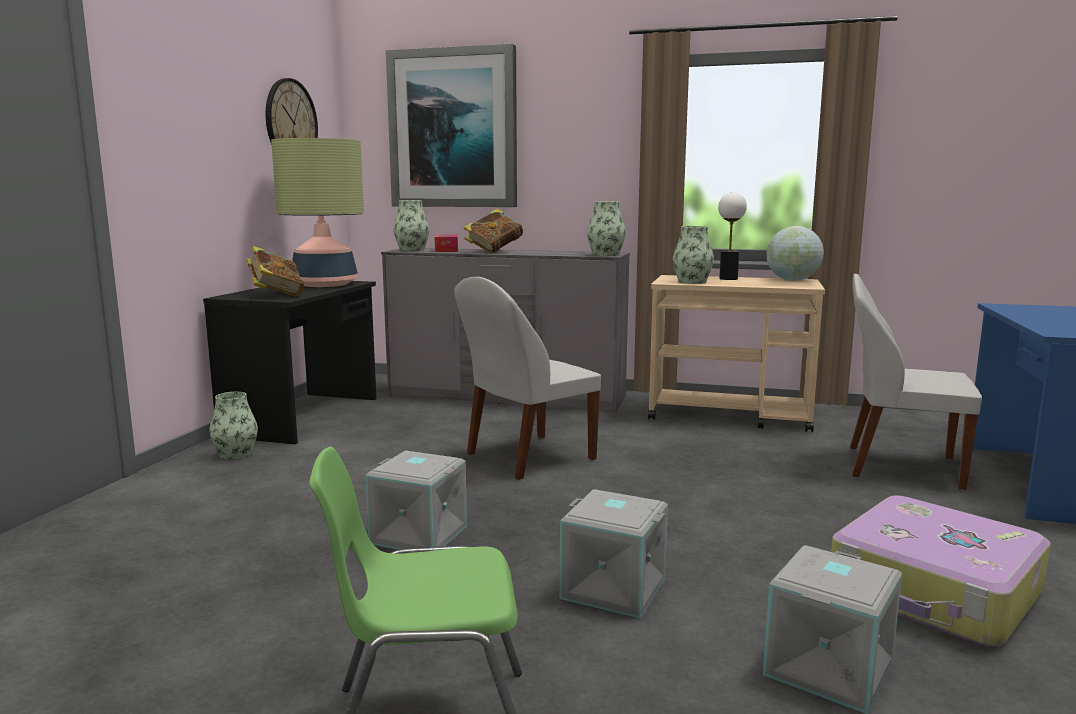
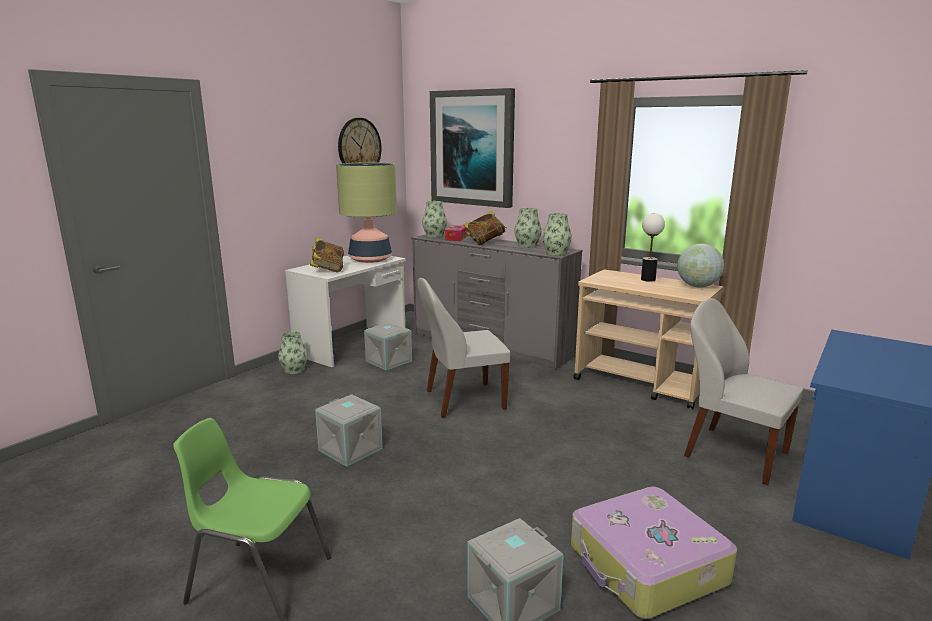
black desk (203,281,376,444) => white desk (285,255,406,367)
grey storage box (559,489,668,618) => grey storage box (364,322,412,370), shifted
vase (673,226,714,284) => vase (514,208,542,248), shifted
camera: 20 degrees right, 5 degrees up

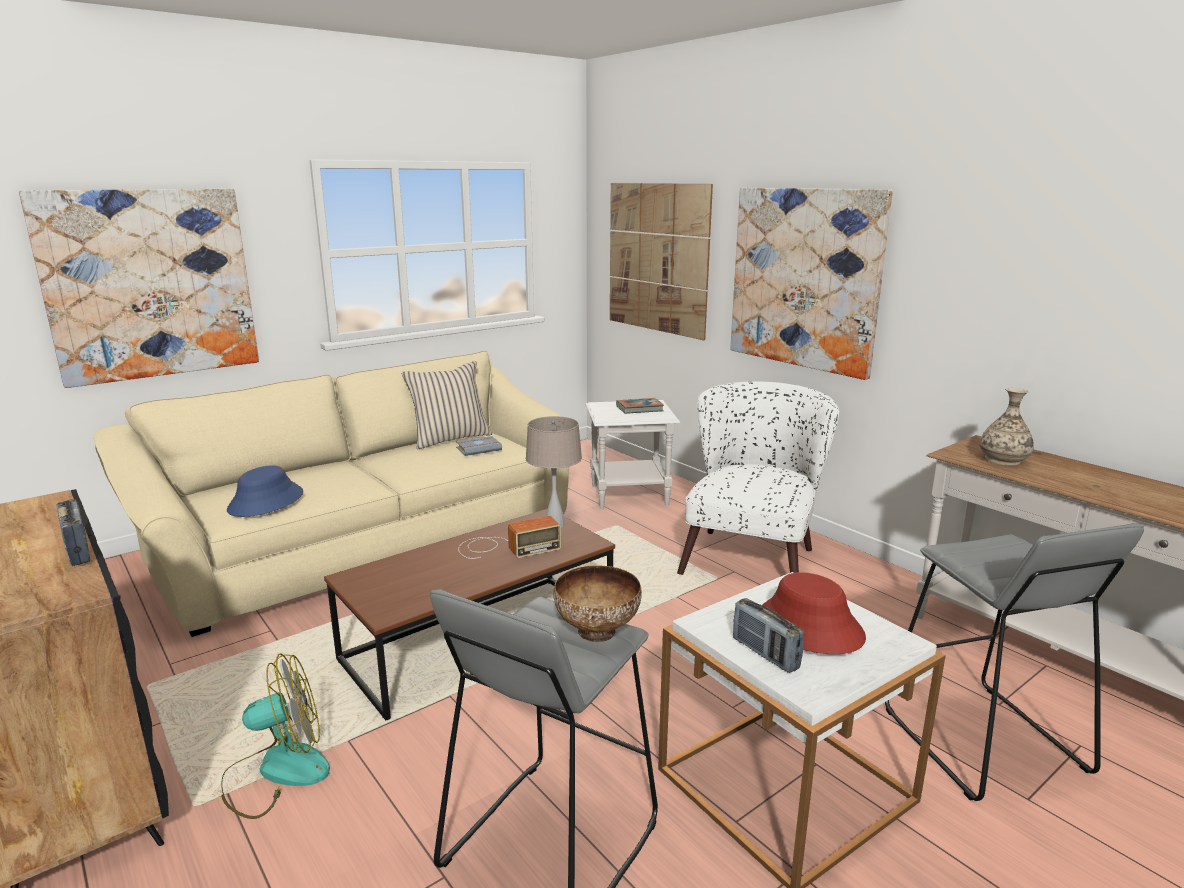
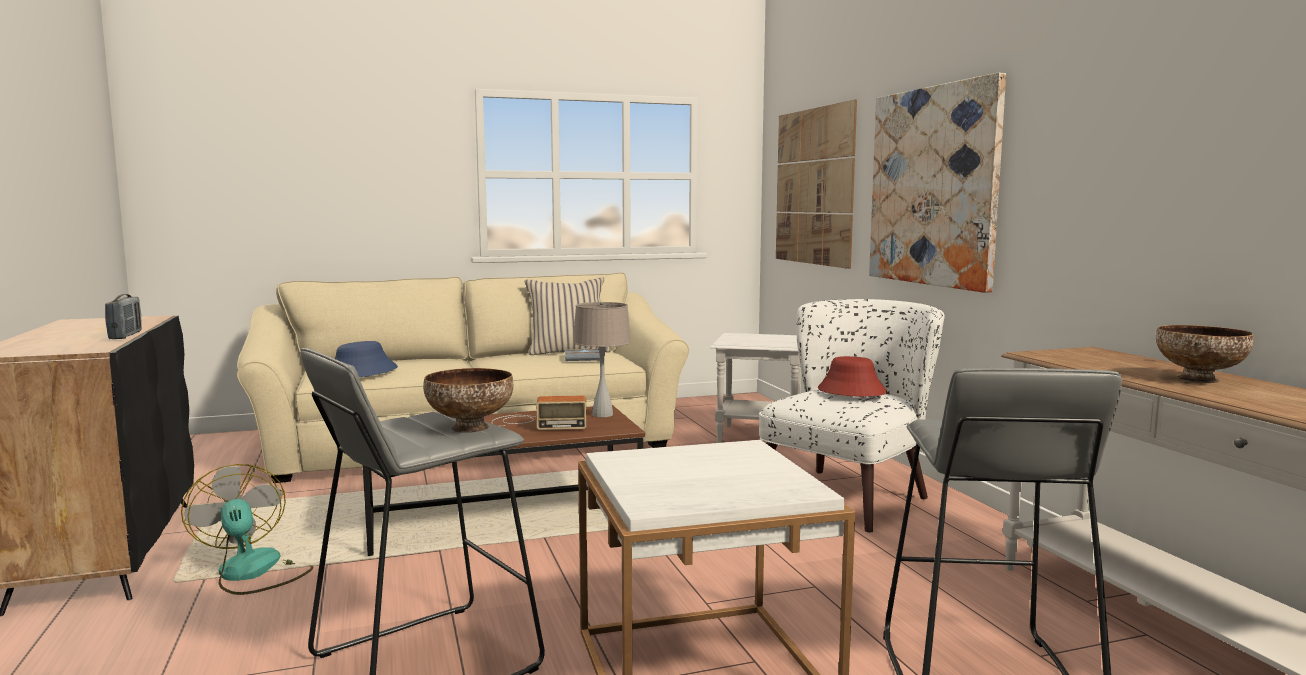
picture (19,189,259,388) => nothing
fan (221,653,330,819) => fan (181,464,314,595), 120 degrees counterclockwise
book (616,398,664,414) => nothing
radio (733,598,804,673) => nothing
red hat (762,572,866,654) => red hat (818,356,887,397), shifted
vase (980,388,1034,466) => nothing
nothing => bowl (1156,325,1254,383)
camera: 20 degrees right, 10 degrees down

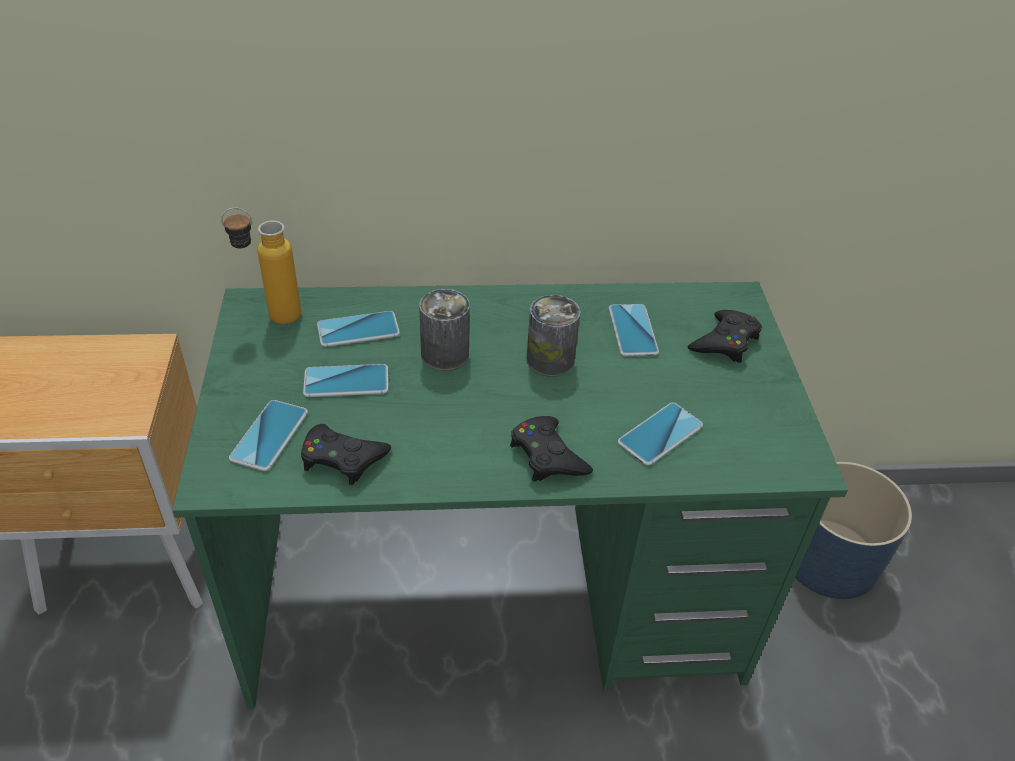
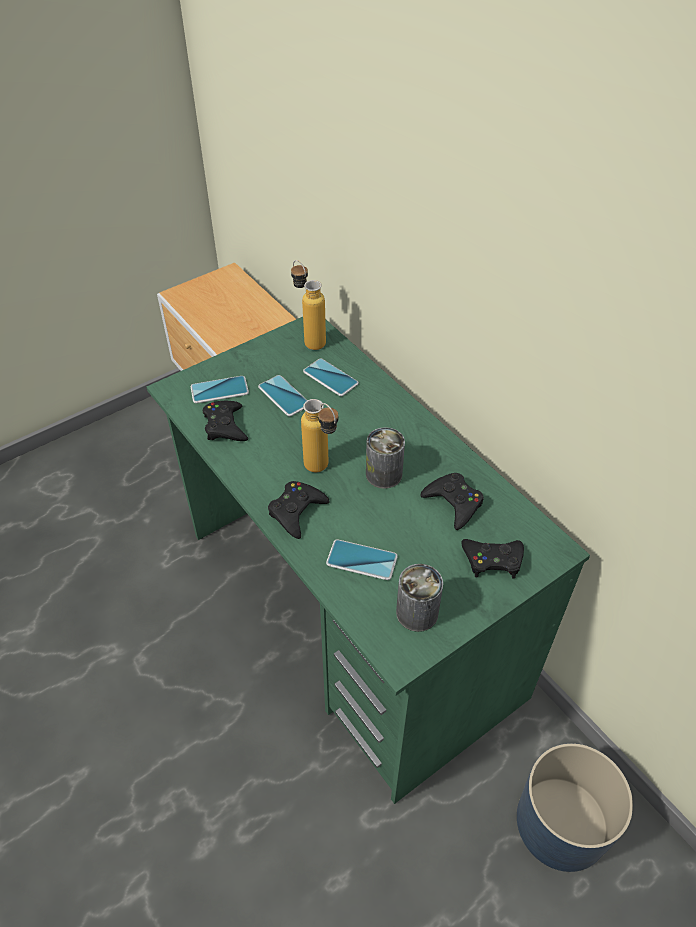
can (419,289,470,371) => can (396,564,443,632), shifted
phone (609,304,659,356) => black game controller (421,473,484,530)
nothing => bottle (301,399,338,472)
camera: 60 degrees right, 5 degrees up

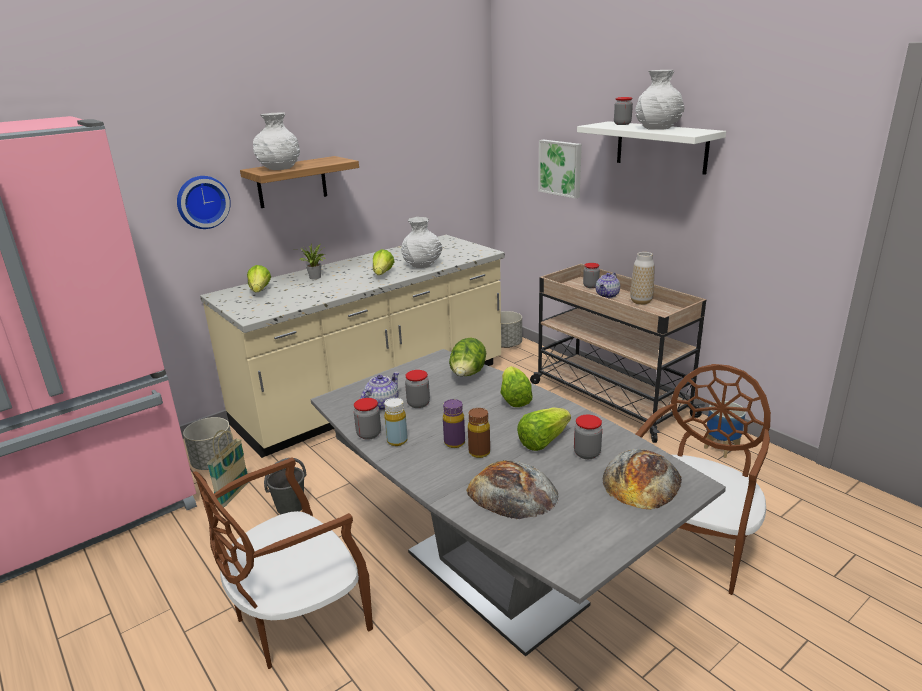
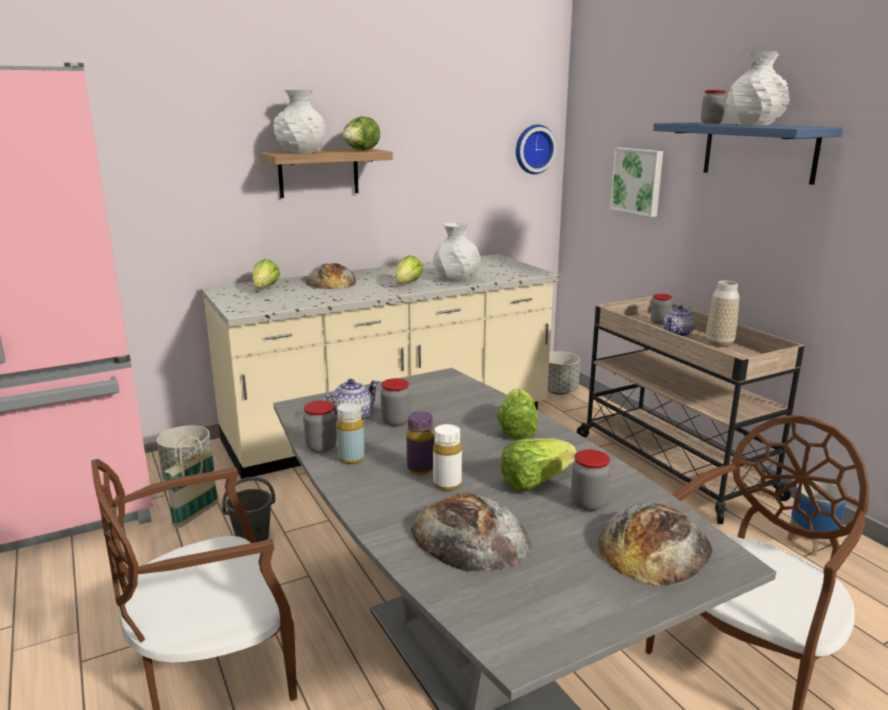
wall clock (177,176,231,229) => wall clock (516,124,557,174), shifted
potted plant (298,243,326,279) => bread (306,263,356,289)
lettuce (449,337,486,376) => lettuce (342,116,380,151), shifted
brown bottle (468,408,490,458) => white bottle (433,424,462,491)
white shelf (577,121,726,175) => blue shelf (653,122,843,185)
camera: 10 degrees right, 5 degrees down

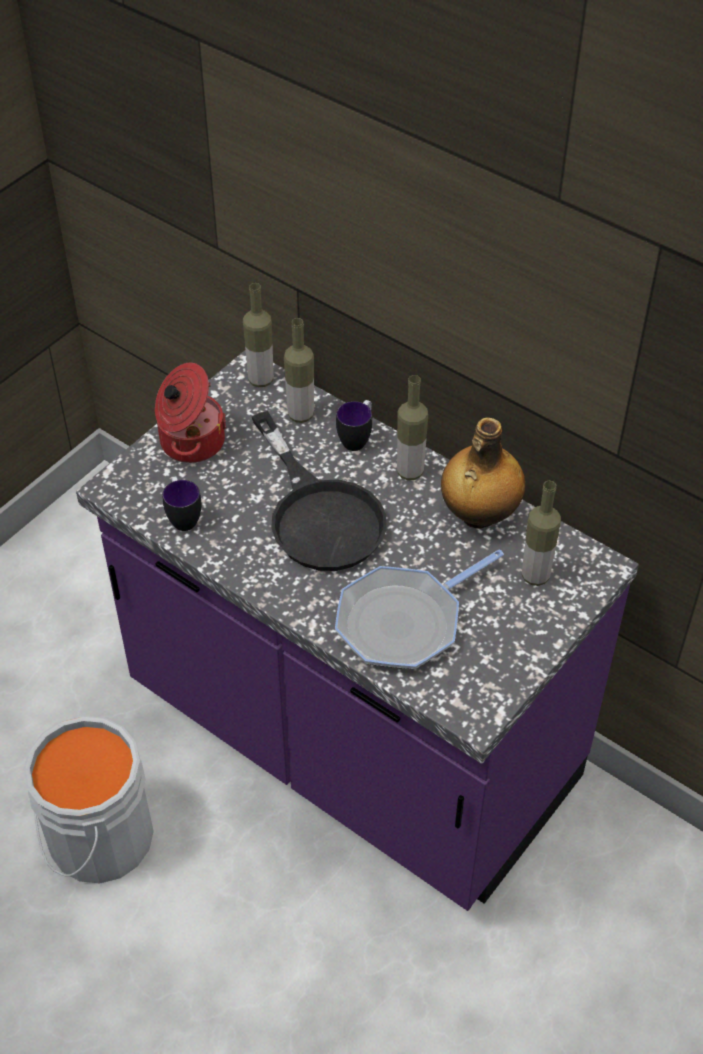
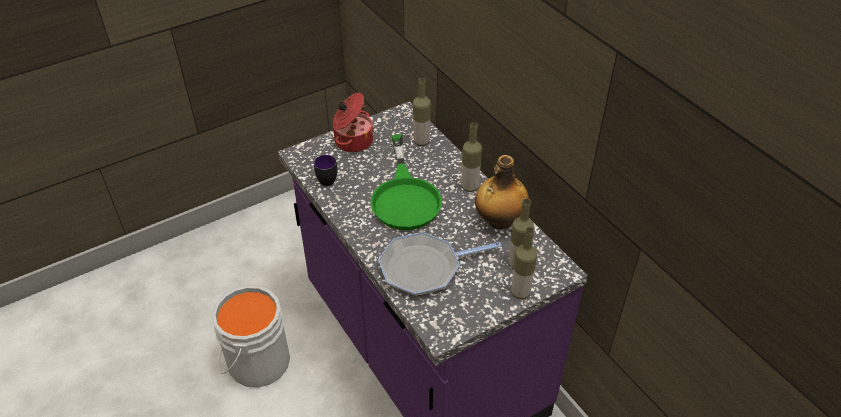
bottle (243,283,274,387) => bottle (511,227,538,299), shifted
black frying pan (252,411,387,571) => green frying pan (370,134,442,230)
mug (336,400,372,451) => nothing
camera: 20 degrees right, 5 degrees down

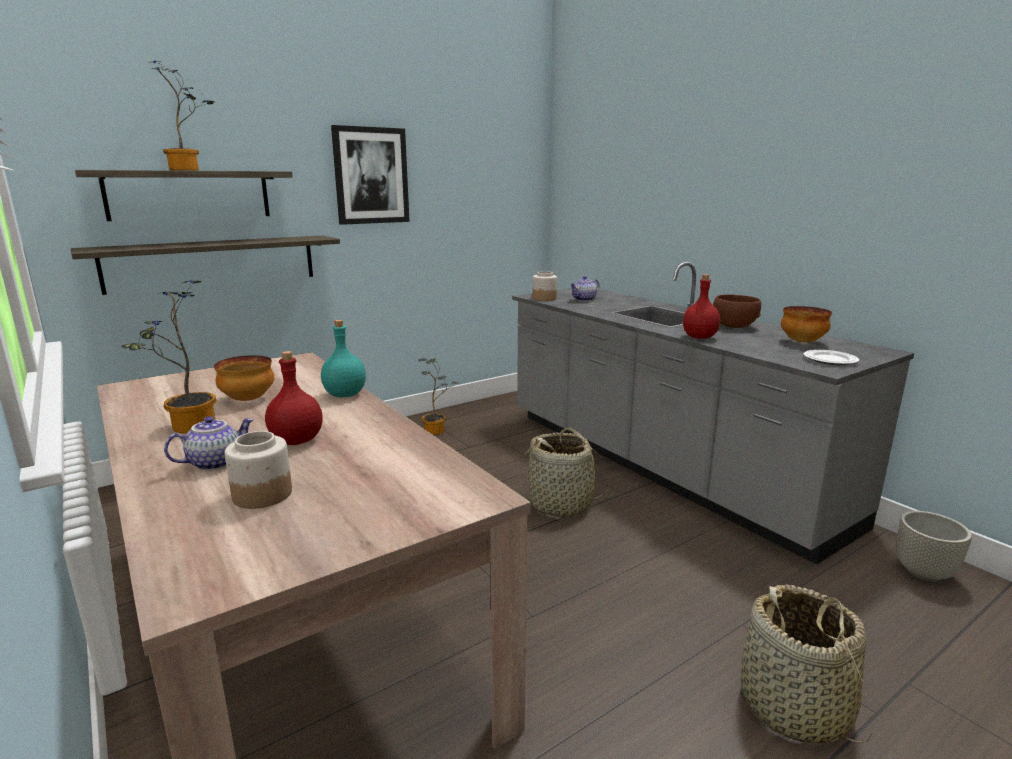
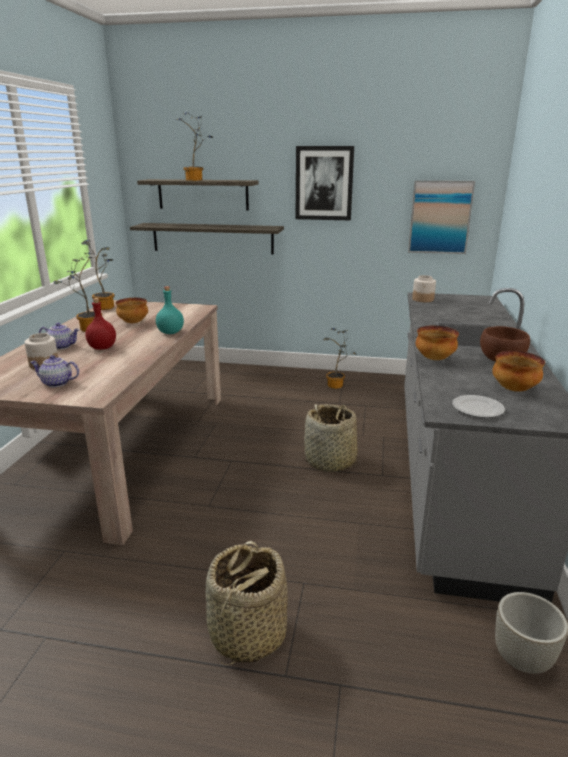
teapot (570,276,600,301) => teapot (30,355,79,387), shifted
red bottle (683,274,721,339) => bowl (416,325,459,360)
nothing => potted plant (81,240,115,310)
nothing => picture (408,180,475,254)
camera: 45 degrees right, 5 degrees up

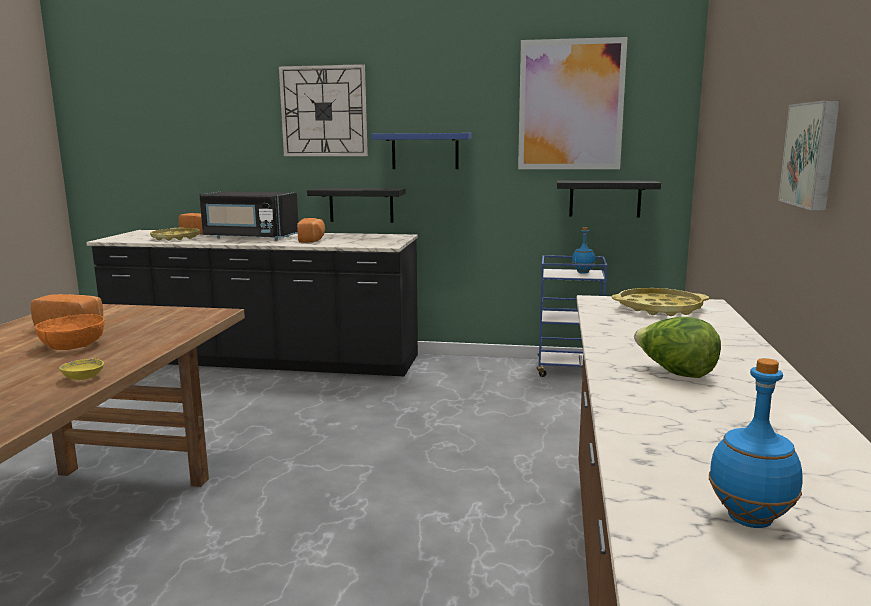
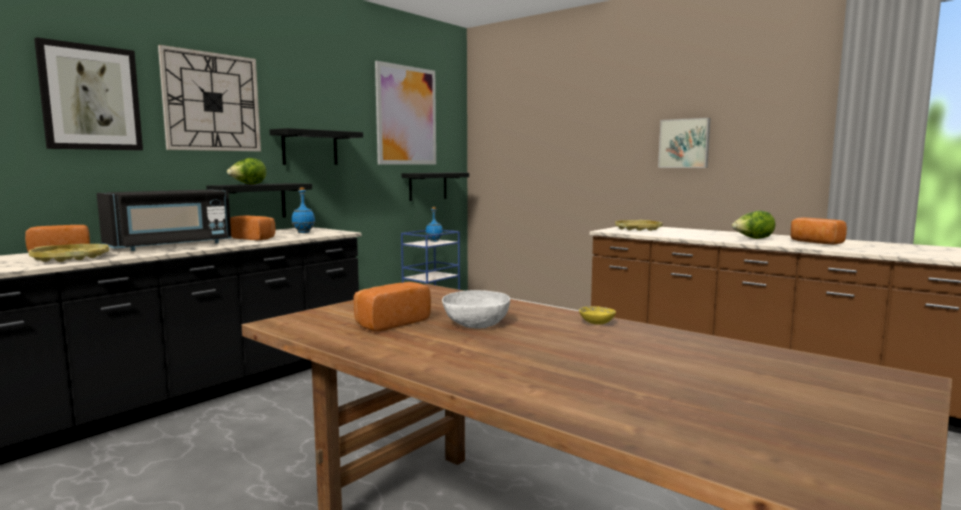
orange bowl (35,314,105,350) => white bowl (442,290,510,329)
blue shelf (371,133,472,169) => black shelf (270,128,363,165)
blue bottle (709,358,803,528) => blue bottle (292,187,315,233), shifted
nothing => picture (34,37,143,150)
nothing => lettuce (227,158,266,184)
nothing => bread (791,218,847,244)
camera: 60 degrees left, 5 degrees down

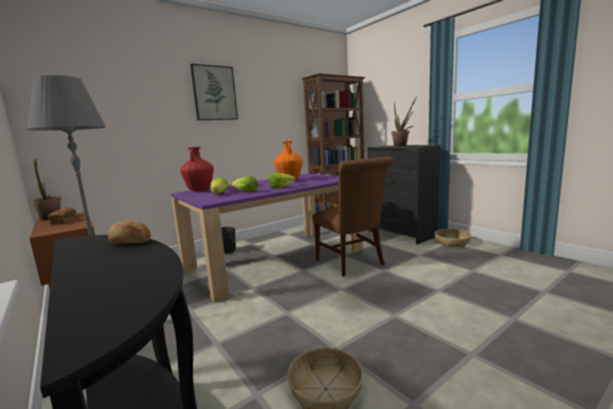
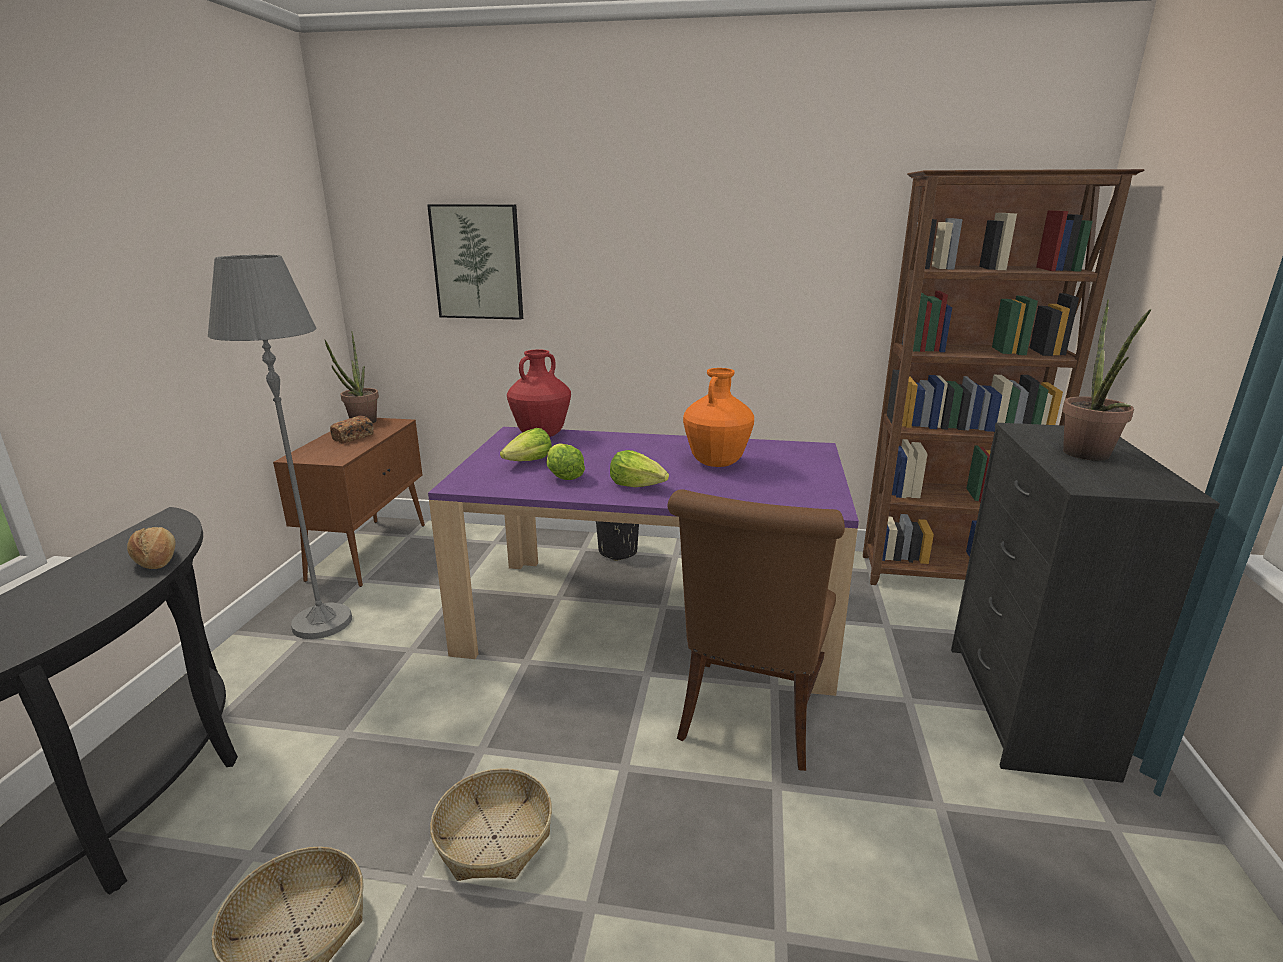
picture (190,64,238,120) => picture (427,204,523,320), shifted
basket (434,229,472,247) => basket (430,768,552,881), shifted
camera: 45 degrees right, 10 degrees up

